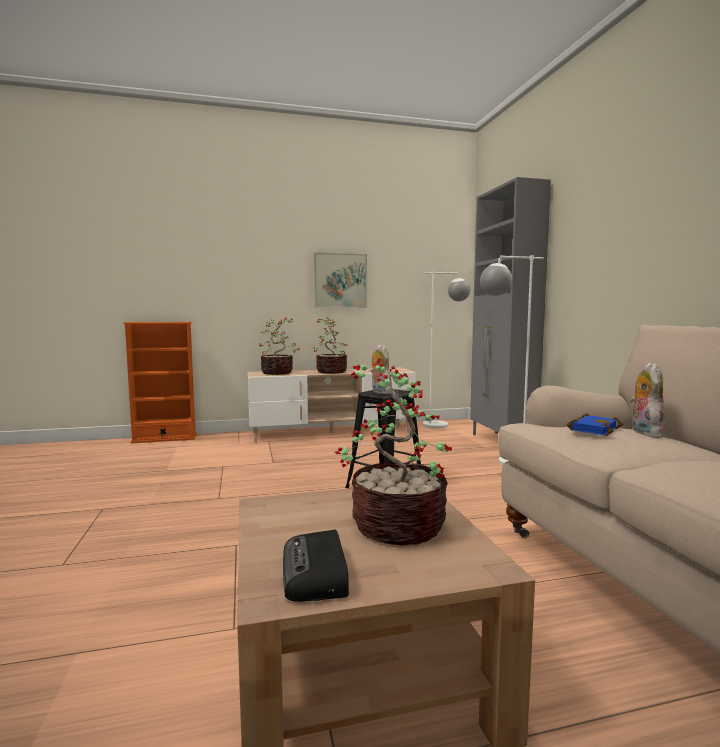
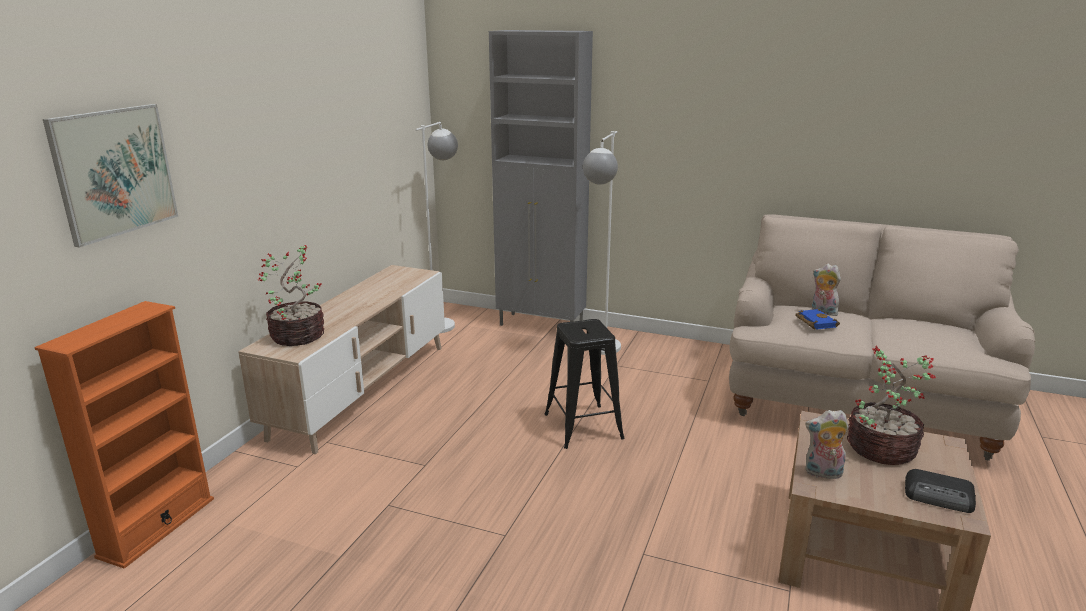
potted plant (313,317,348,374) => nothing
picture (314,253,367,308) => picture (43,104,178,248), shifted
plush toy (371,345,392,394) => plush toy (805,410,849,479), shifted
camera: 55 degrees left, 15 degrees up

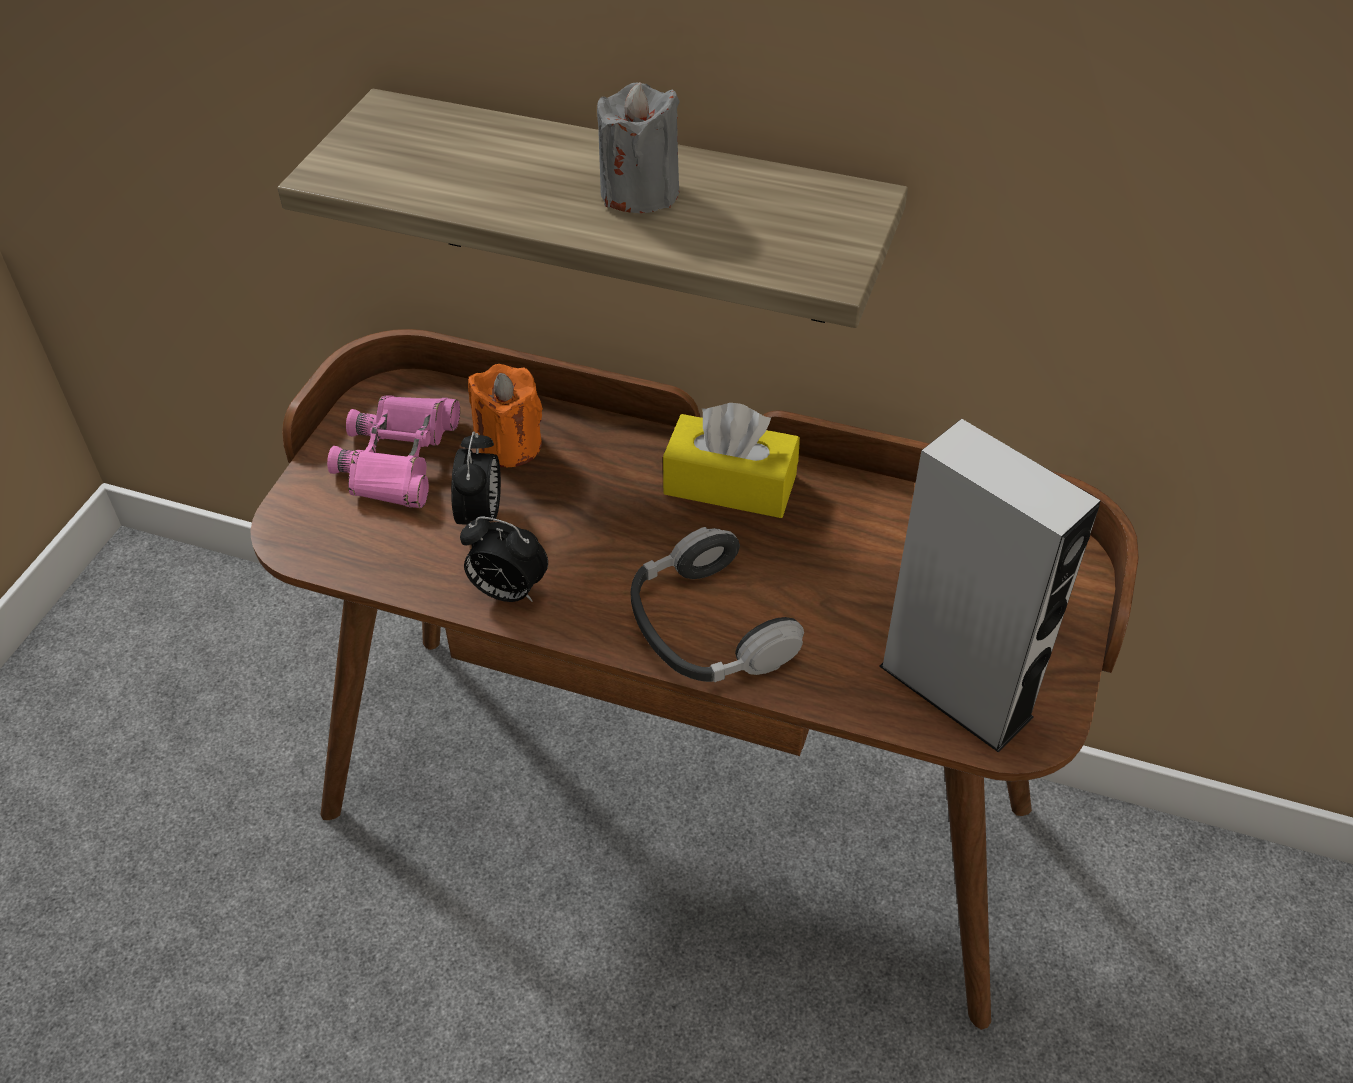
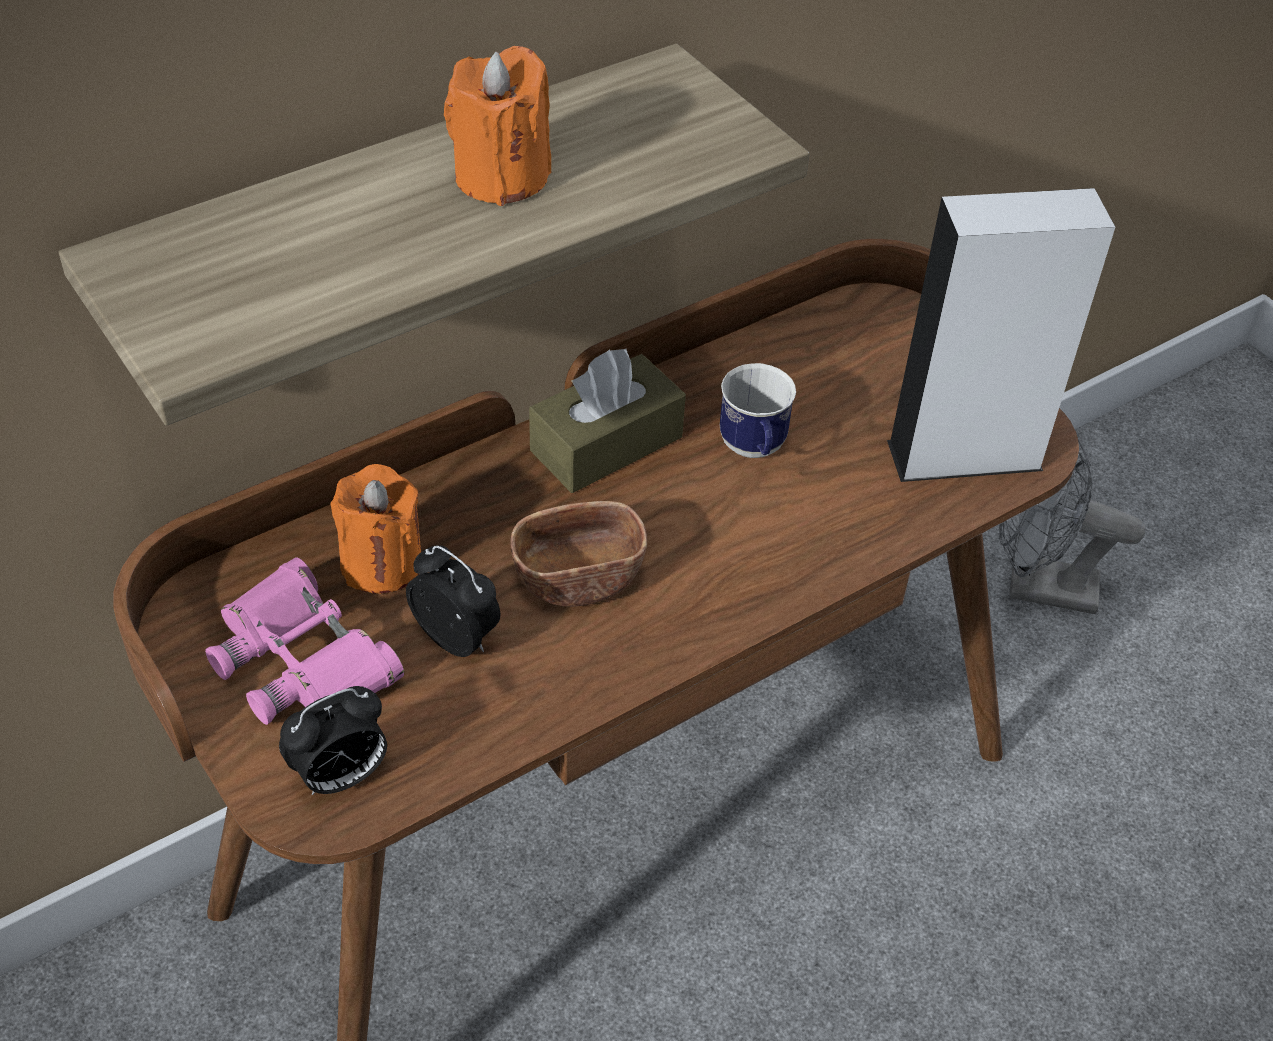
alarm clock (460,516,548,602) => alarm clock (279,686,387,795), shifted
grey candle (597,82,680,213) => orange candle (444,46,551,206)
headphones (631,527,804,682) => nothing
yellow tissue box (663,403,800,518) => brown tissue box (529,349,686,493)
nothing => brown bowl (510,501,647,607)
nothing => mug (720,363,796,458)
nothing => grey fan (999,439,1145,614)
camera: 55 degrees left, 0 degrees up

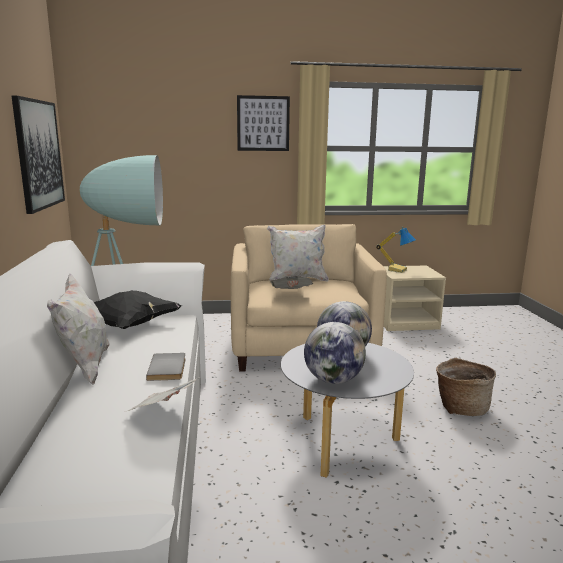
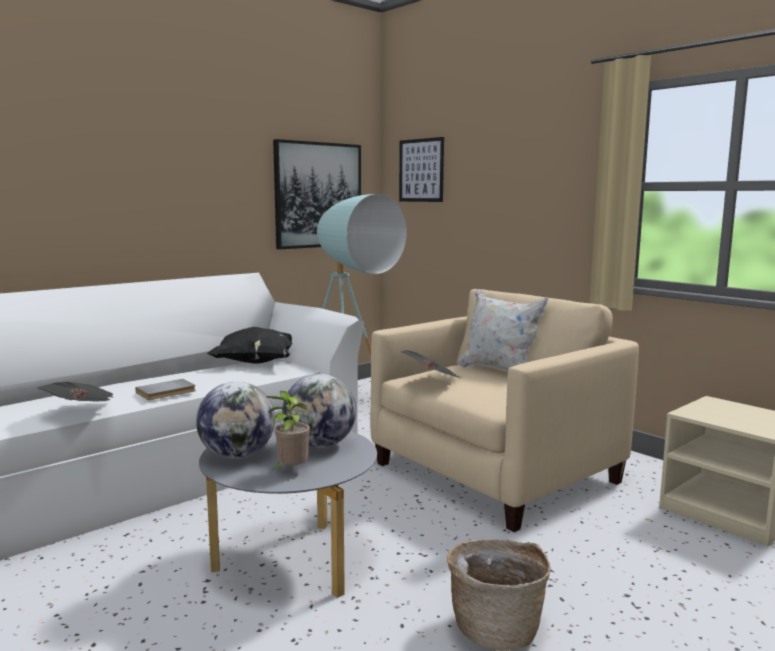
white pillow (47,274,110,385) => nothing
picture (237,95,290,151) => picture (399,137,444,202), shifted
table lamp (376,227,416,273) => nothing
nothing => potted plant (267,391,310,470)
camera: 55 degrees right, 5 degrees down

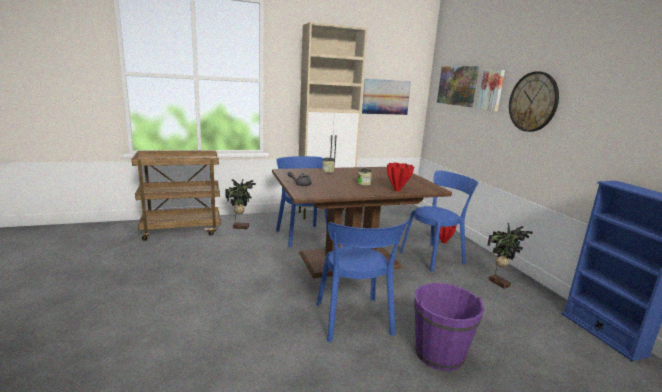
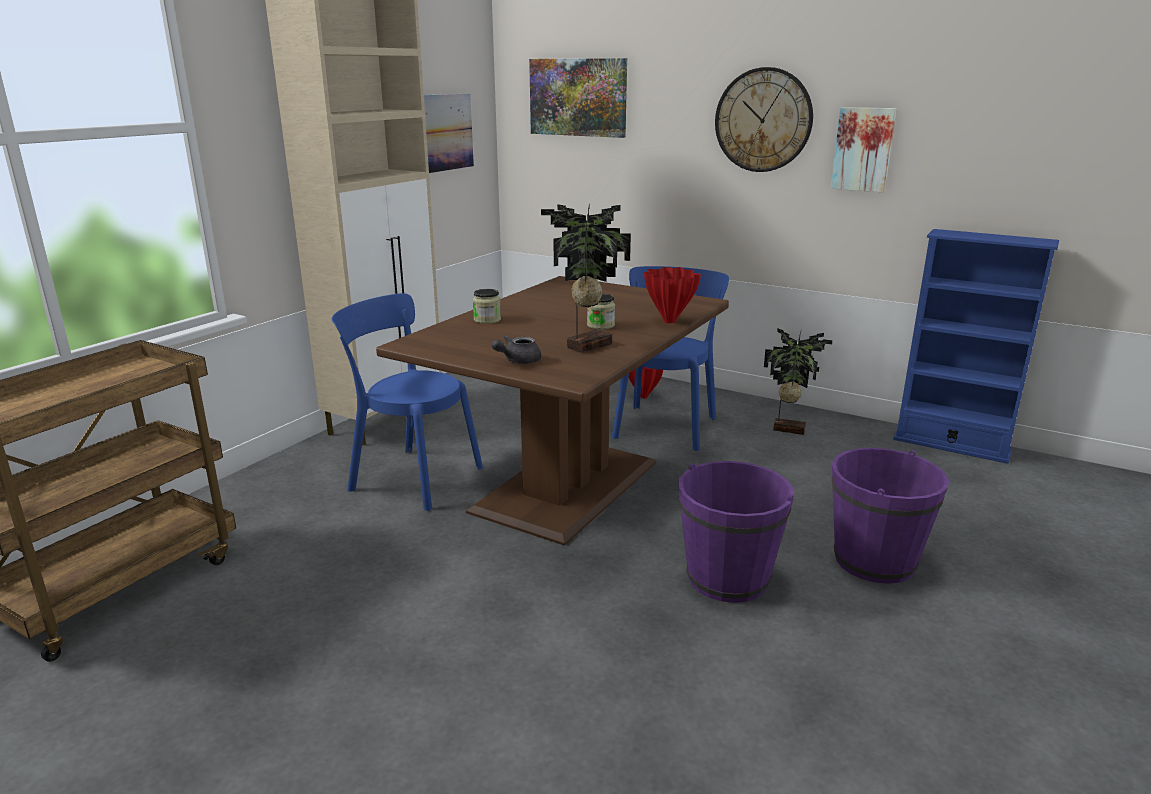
potted plant (225,179,256,229) => potted plant (541,204,631,353), shifted
blue chair (316,220,409,342) => purple bucket (678,461,794,603)
picture (477,70,505,112) => picture (831,107,897,192), shifted
camera: 40 degrees left, 5 degrees up

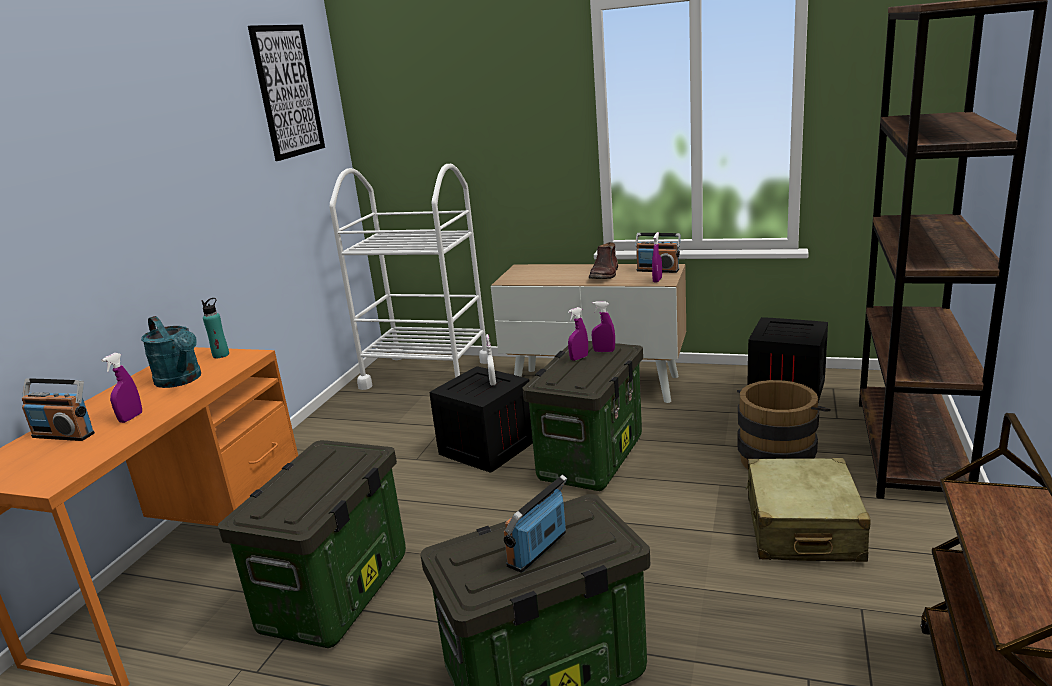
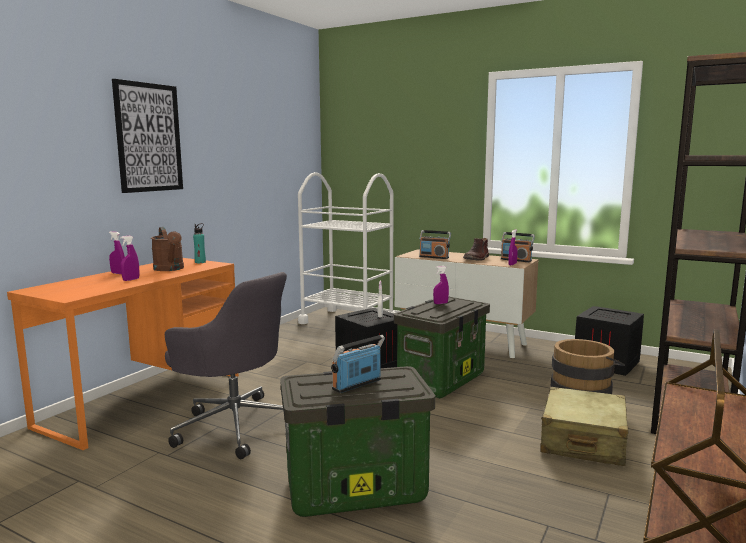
radio (22,378,95,441) => radio (419,230,451,259), shifted
turquoise watering can (141,316,201,388) => brown watering can (151,227,184,271)
storage box (218,440,406,648) => grey office chair (165,272,287,459)
picture (248,25,325,161) => picture (112,79,183,193), shifted
purple spray bottle (592,301,615,352) => purple spray bottle (109,231,125,274), shifted
camera: 10 degrees right, 10 degrees down

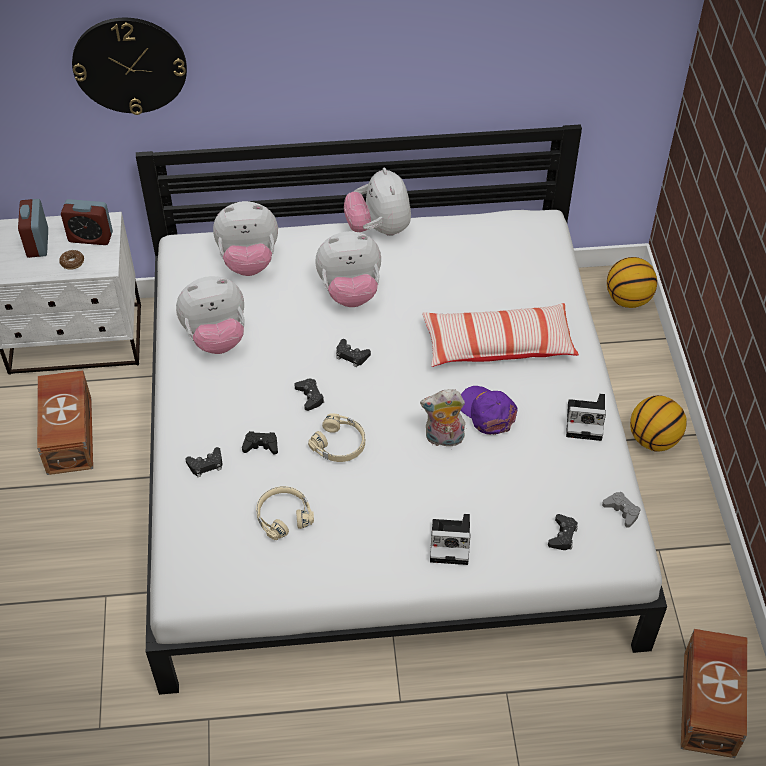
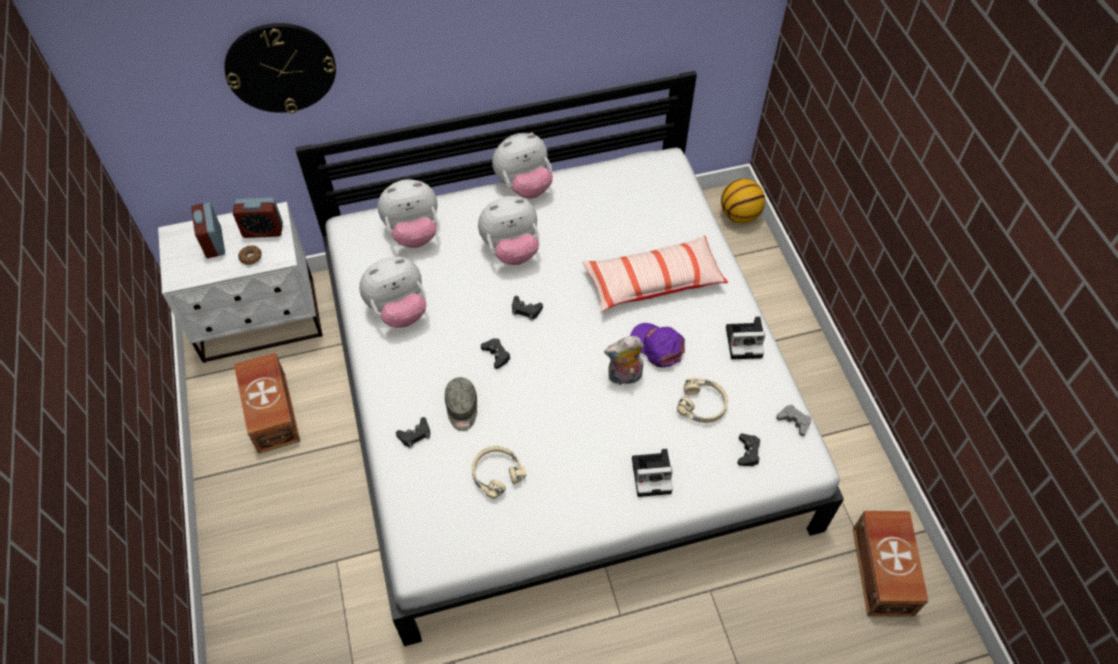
black game controller (242,431,278,454) => grey cap (445,377,477,431)
beige headphones (308,414,365,462) => beige headphones (677,377,728,423), shifted
plush toy (344,167,411,236) => plush toy (492,133,553,199), 90 degrees counterclockwise
basketball (630,395,687,452) => nothing
camera: 10 degrees left, 5 degrees up

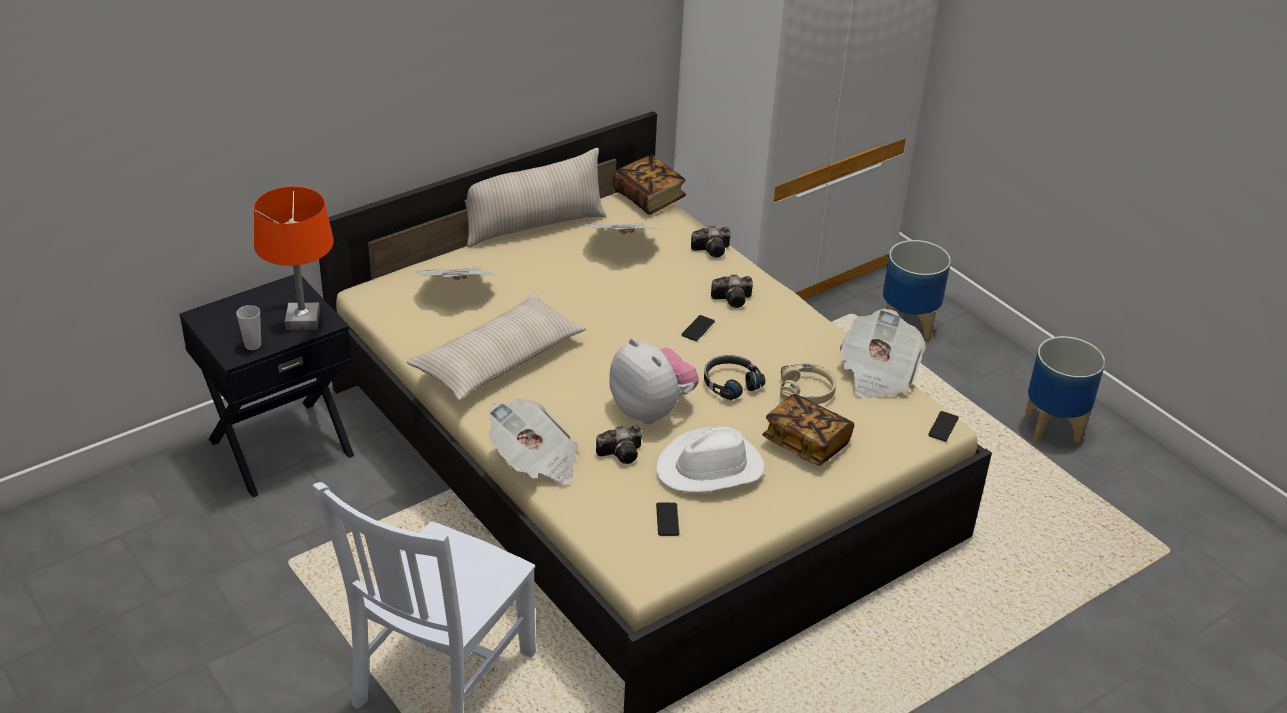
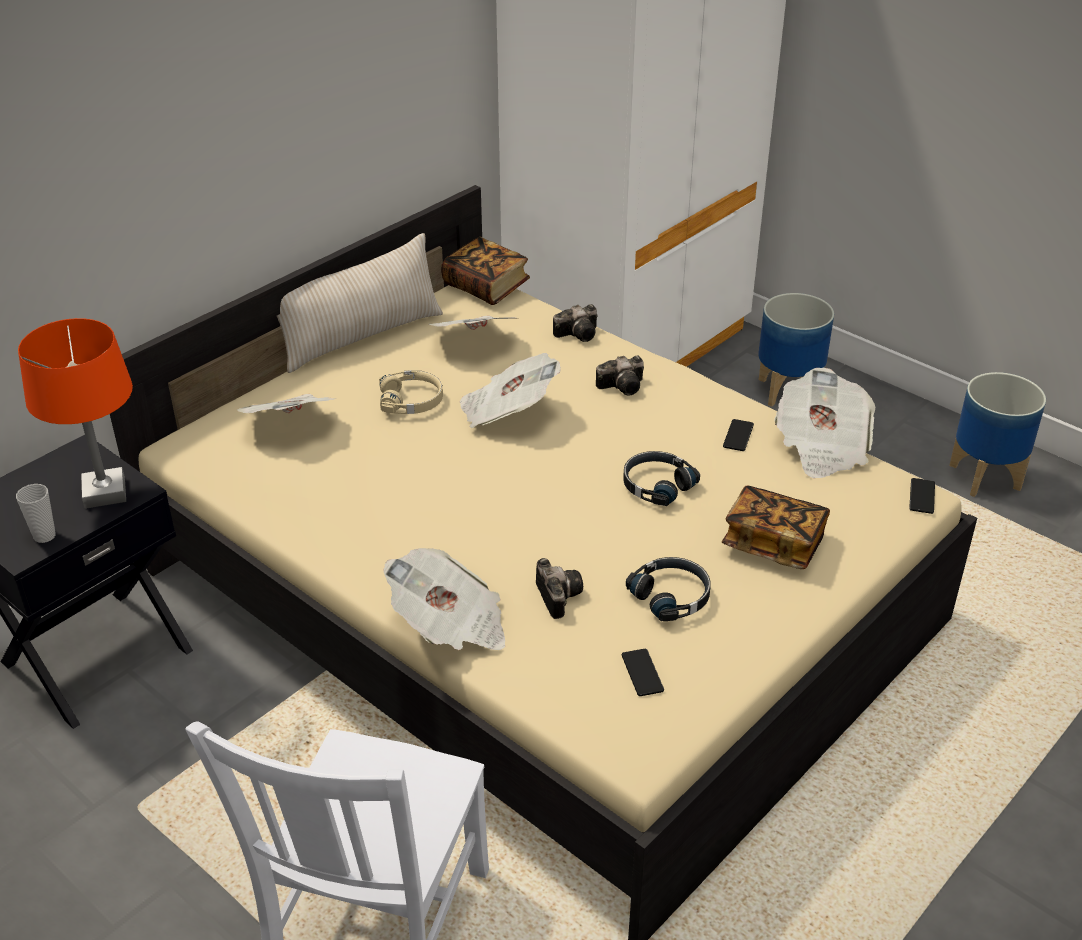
beige pillow (407,294,586,401) => nothing
photo camera (596,425,642,464) => photo camera (536,558,583,619), 75 degrees counterclockwise
plush toy (609,338,699,424) => nothing
white hat (656,427,765,493) => black headphones (626,557,711,621)
phone (681,315,715,341) => phone (723,419,754,451), shifted
beige headphones (780,363,837,404) => beige headphones (379,370,443,414), shifted
nothing => newspaper (460,353,561,428)
camera: 10 degrees left, 0 degrees up

